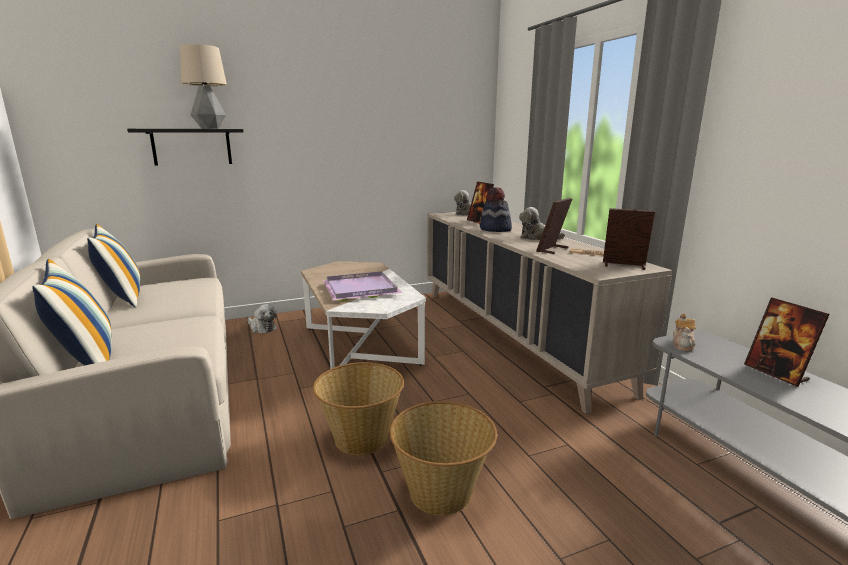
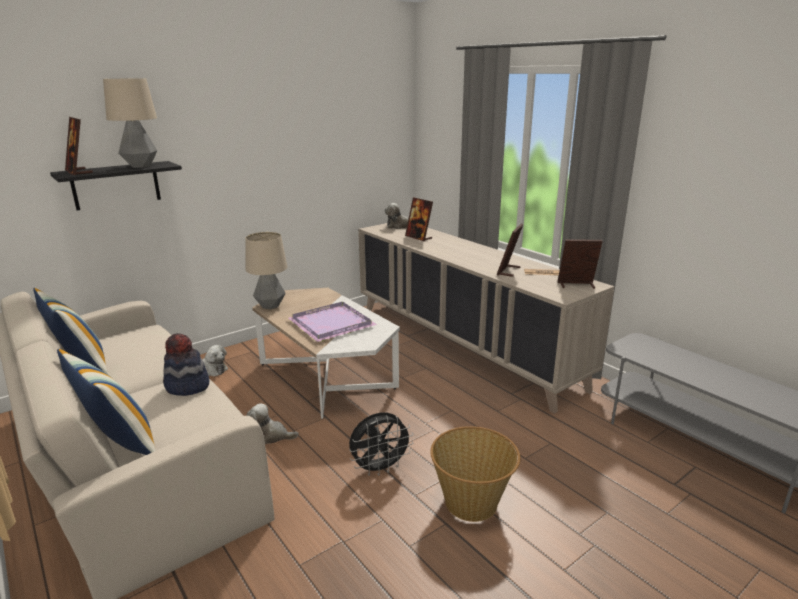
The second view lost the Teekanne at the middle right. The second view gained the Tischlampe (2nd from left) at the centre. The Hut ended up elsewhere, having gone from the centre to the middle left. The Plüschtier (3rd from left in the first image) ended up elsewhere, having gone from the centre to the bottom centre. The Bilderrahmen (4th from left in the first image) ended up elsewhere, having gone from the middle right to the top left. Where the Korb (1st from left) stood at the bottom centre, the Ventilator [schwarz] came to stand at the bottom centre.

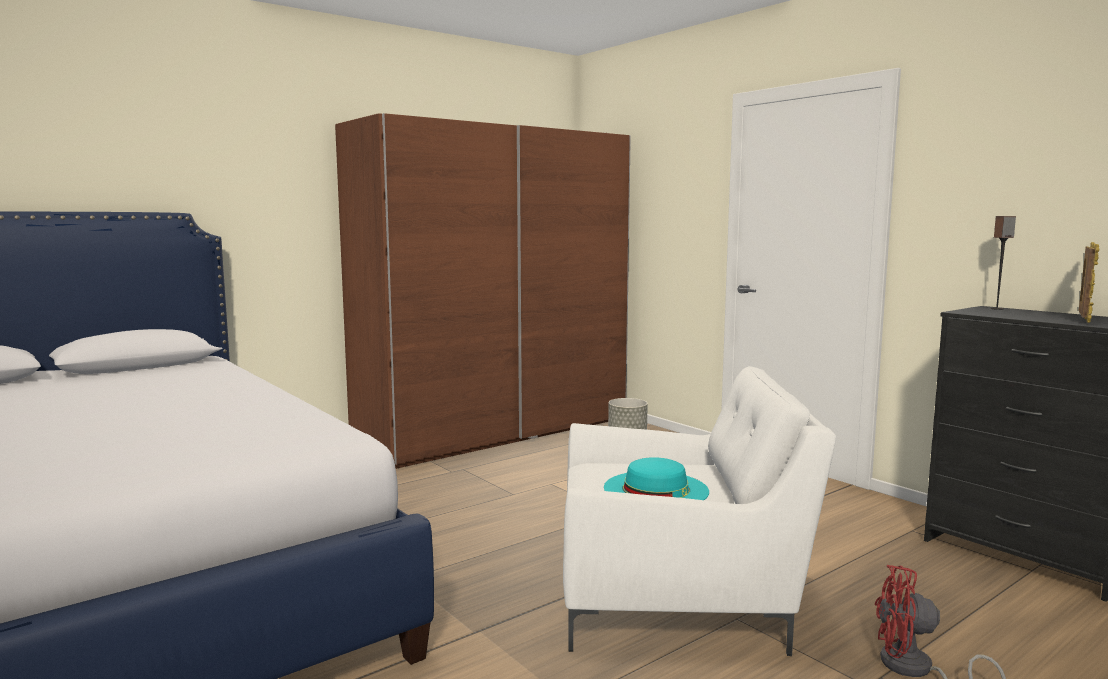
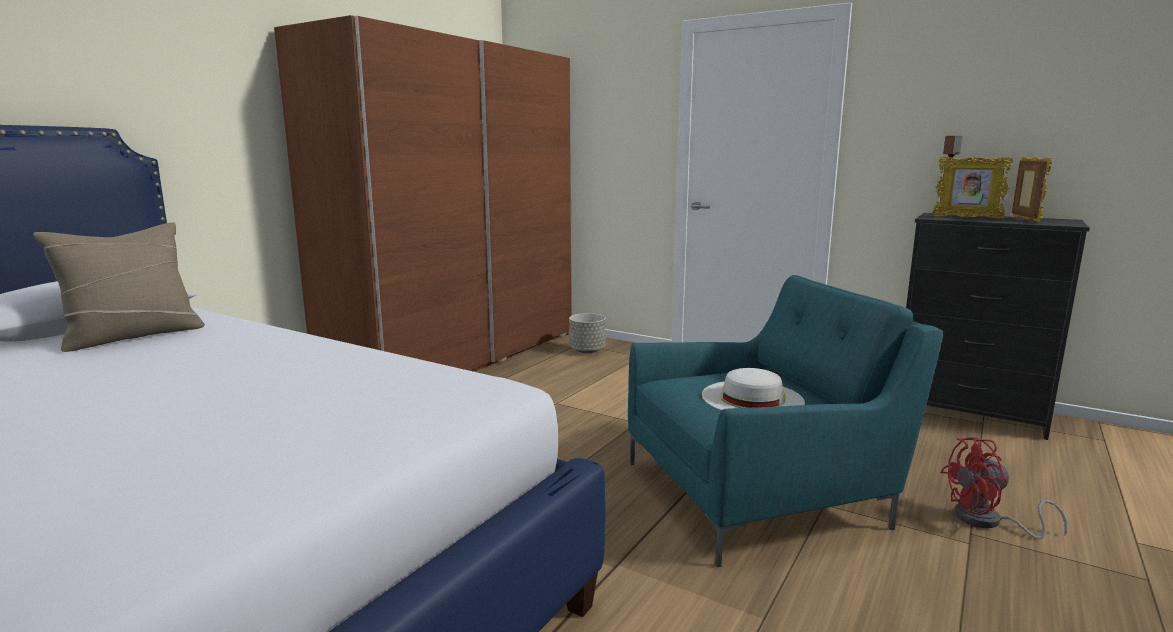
The second view gained the Kissen [beige] at the middle left. The second view gained the Bilderrahmen (1st from left) at the top right. What was the Sessel [weiß] at the bottom centre turned into the Sessel [türkis] at the middle right. What was the Hut [türkis] at the bottom centre turned into the Hut [weiß] at the centre.

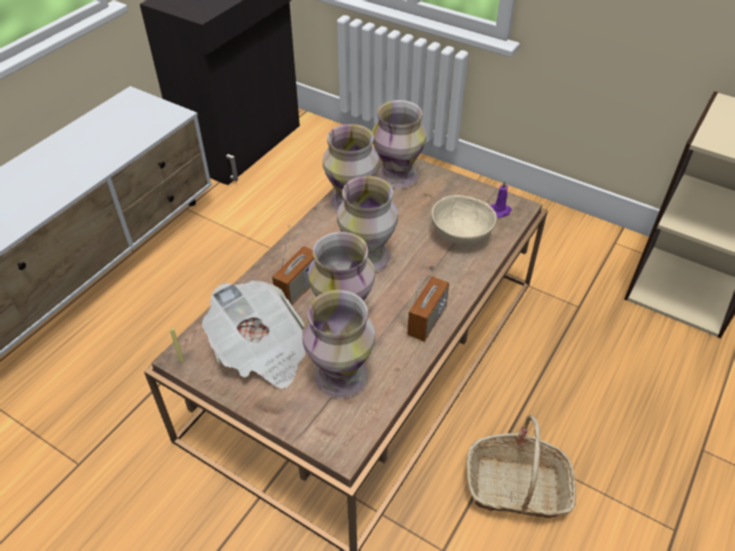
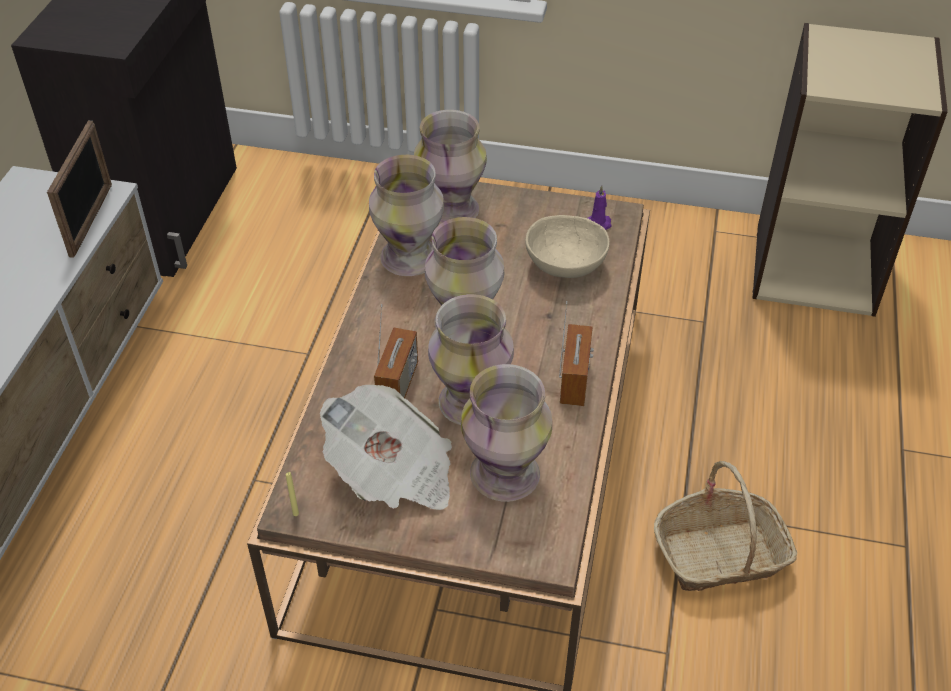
The second view gained the Bilderrahmen at the top left.

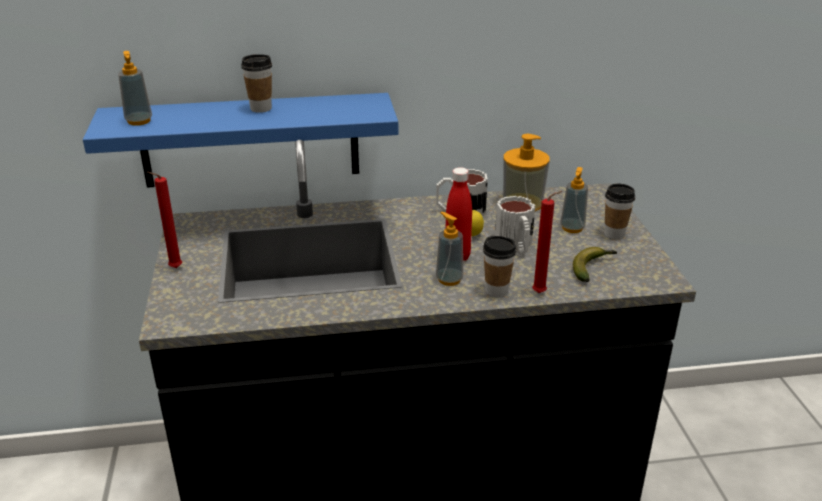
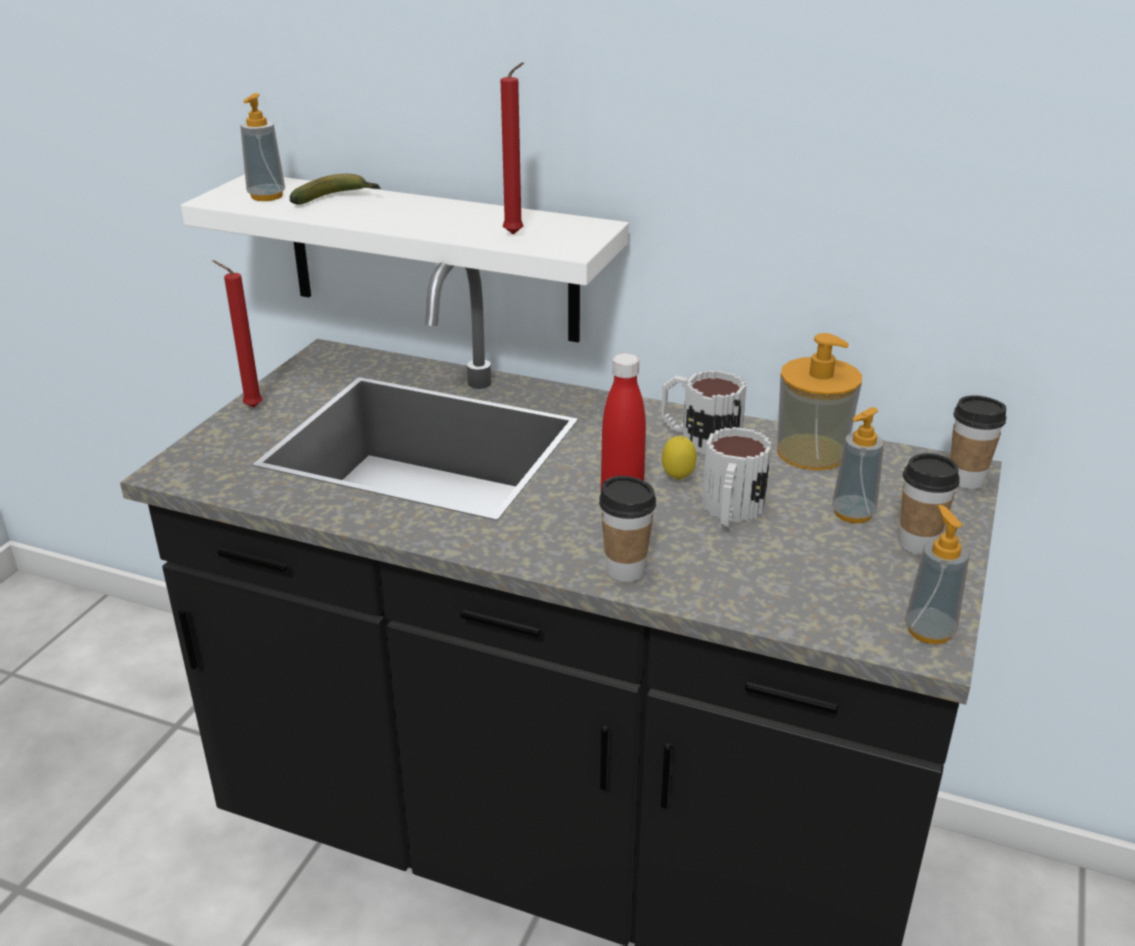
The Tasse (1st from left in the first image) ended up elsewhere, having gone from the top left to the middle right. The Seifenspender (2nd from left in the first image) ended up elsewhere, having gone from the centre to the middle right. The Kerze [rot] (2nd from left) ended up elsewhere, having gone from the centre to the top centre. The Banane ended up elsewhere, having gone from the middle right to the top left. What was the Wandregal [blau] at the top left turned into the Wandregal [weiß] at the top centre.

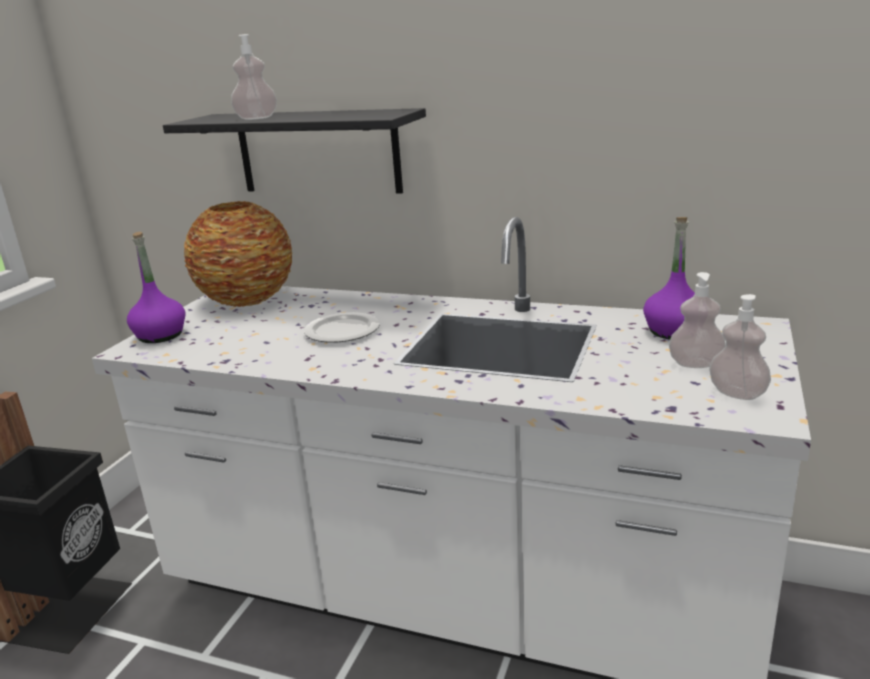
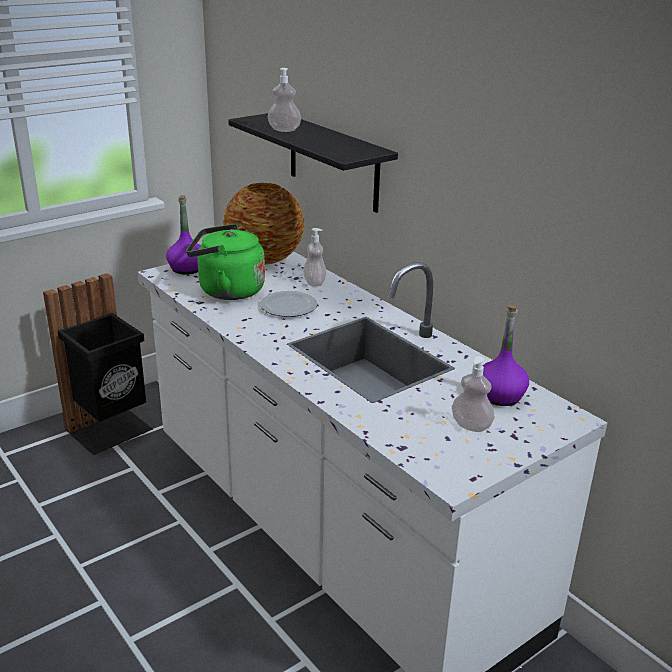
The second view gained the Wasserkessel [grün] at the centre. The Seifenspender (3rd from left in the first image) ended up elsewhere, having gone from the middle right to the centre.

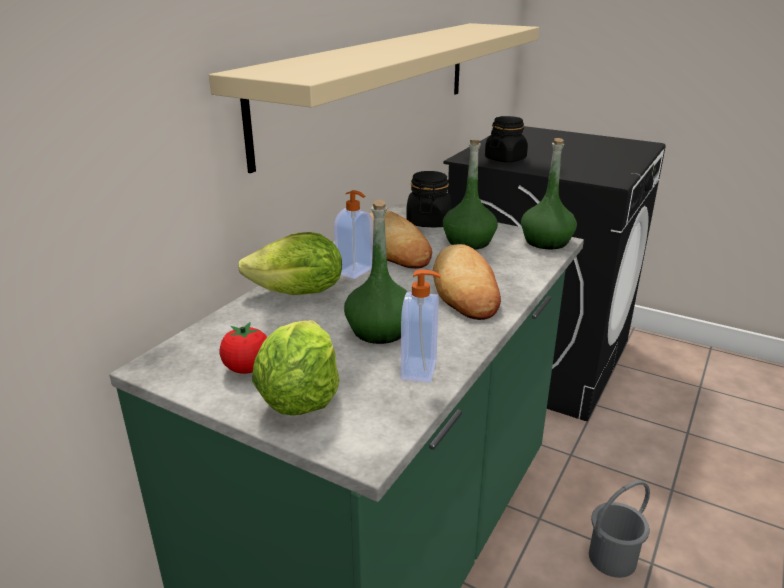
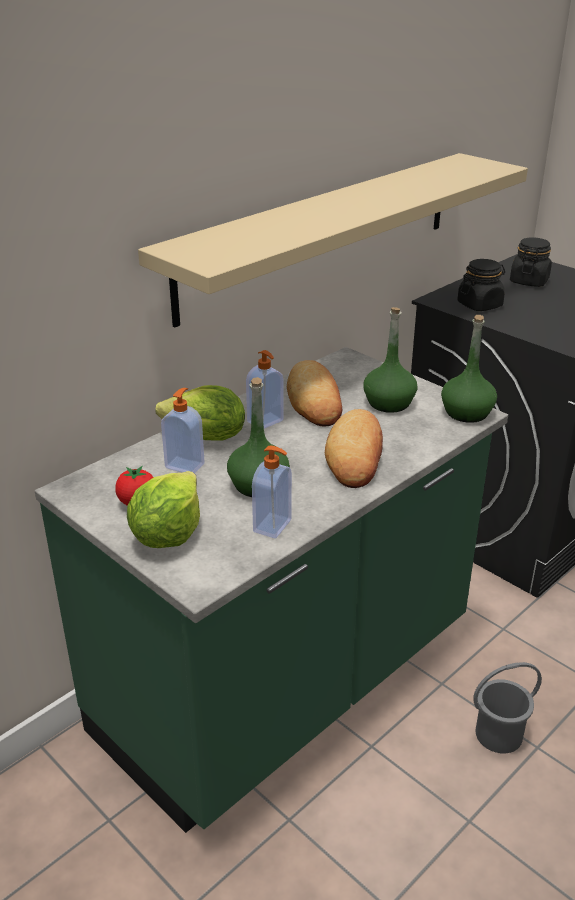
The second view gained the Seifenspender (1st from left) at the middle left. The Vorratsglas [schwarz] (1st from left in the first image) ended up elsewhere, having gone from the centre to the top right.

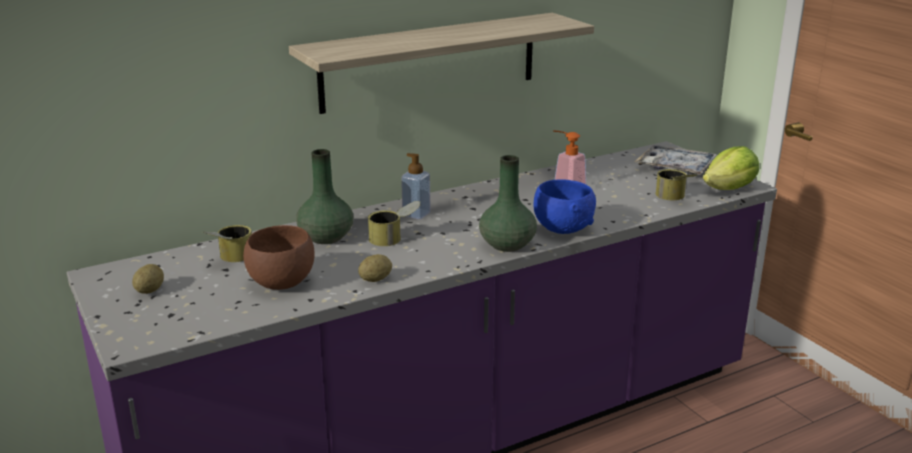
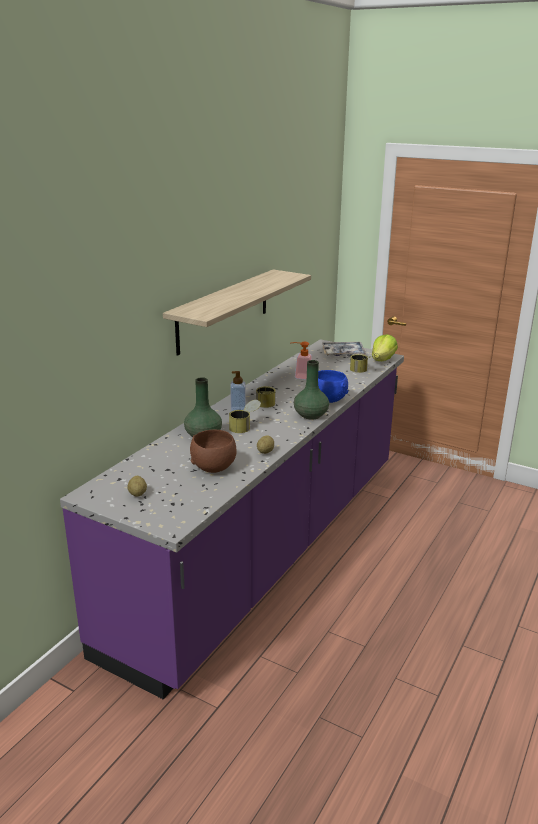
The Dose (1st from left in the first image) ended up elsewhere, having gone from the middle left to the centre.

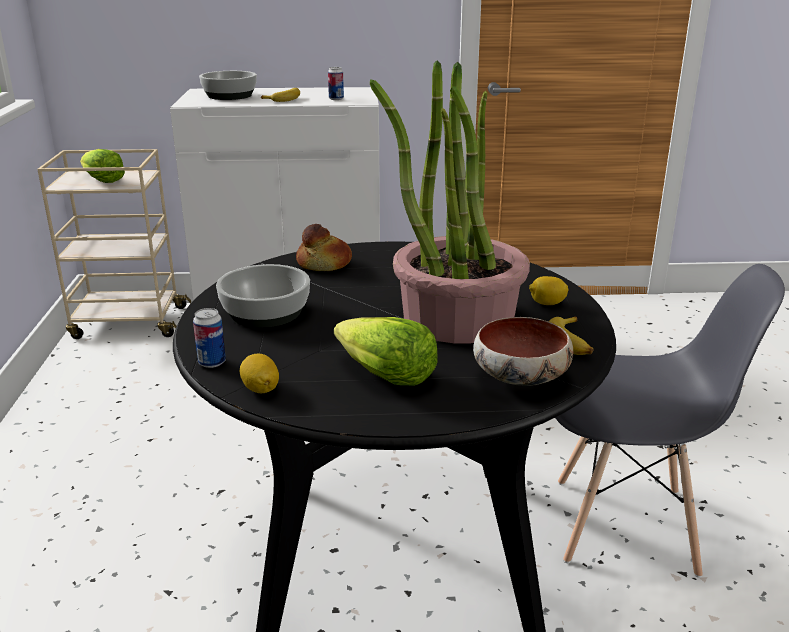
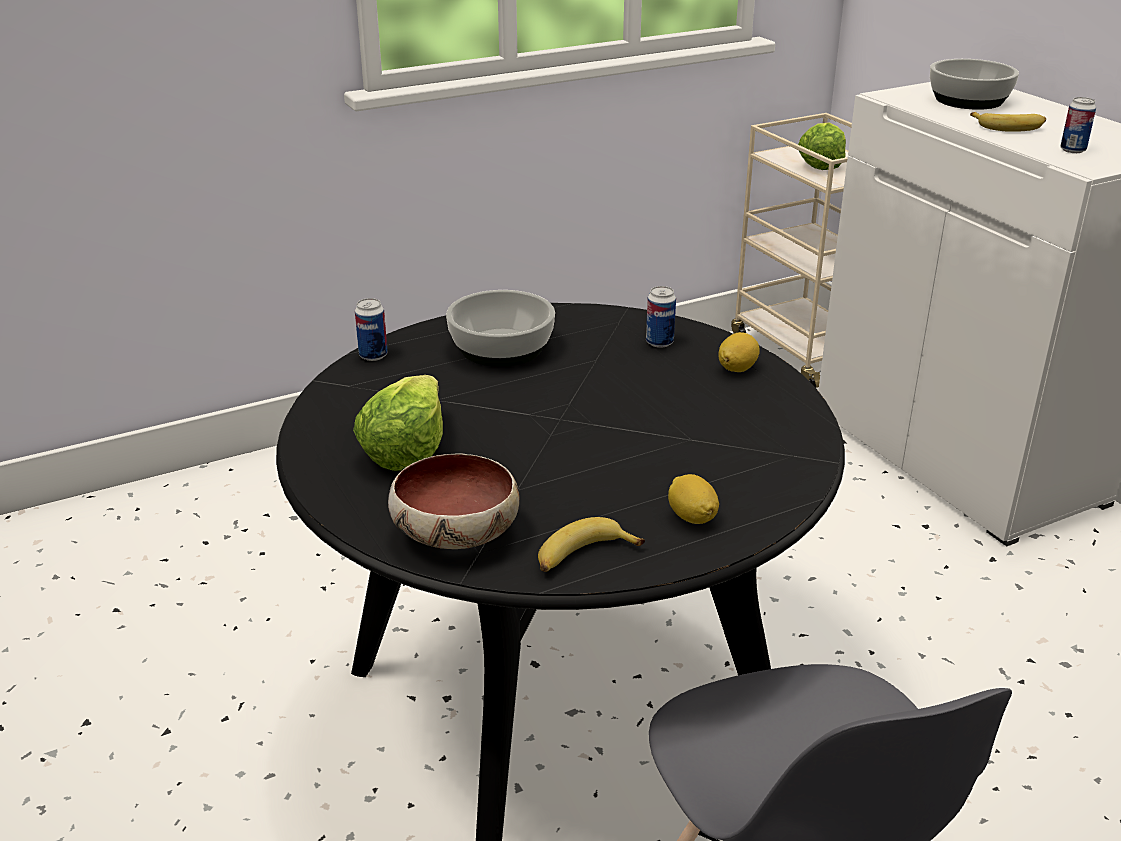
The second view lost the Topfpflanze at the top centre. The Zitrone (1st from left in the first image) ended up elsewhere, having gone from the middle left to the centre. Where the Brot stood at the centre, the Dose (2nd from left) came to stand at the centre.

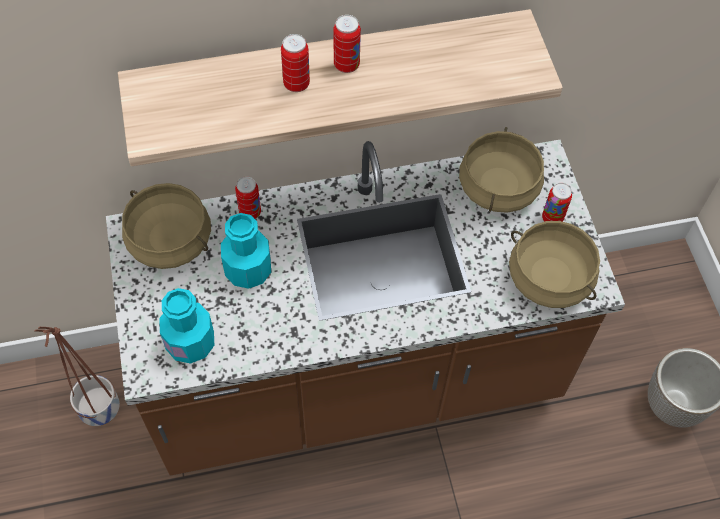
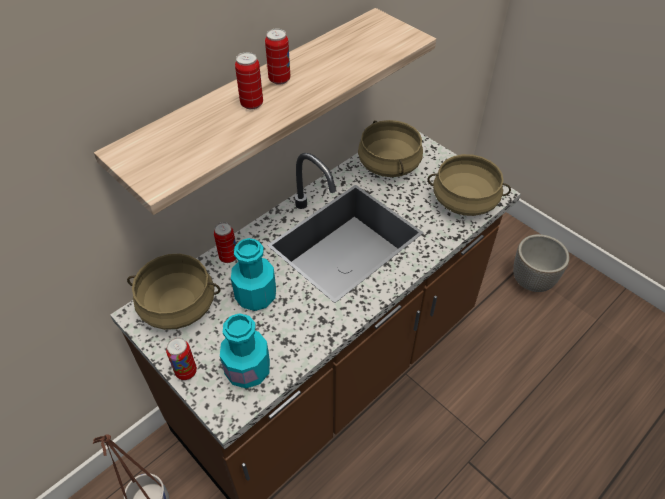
The Dose (4th from left in the first image) ended up elsewhere, having gone from the middle right to the bottom left.

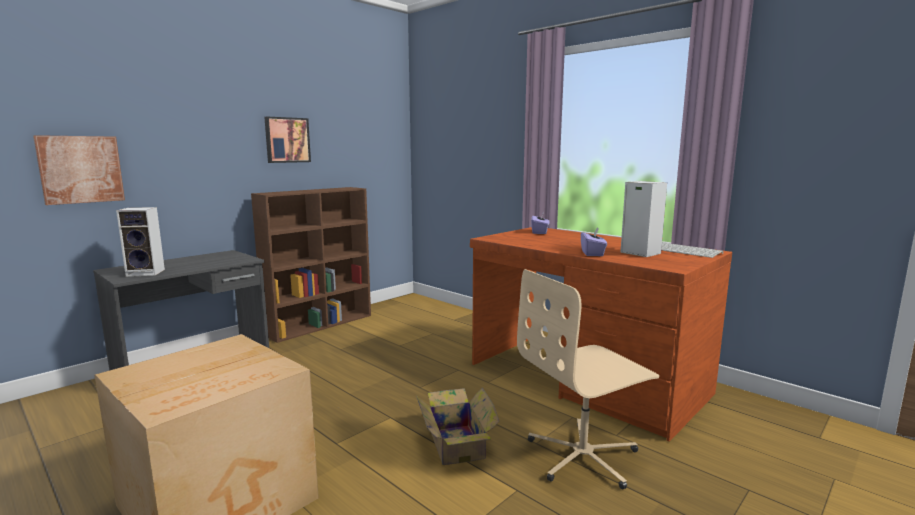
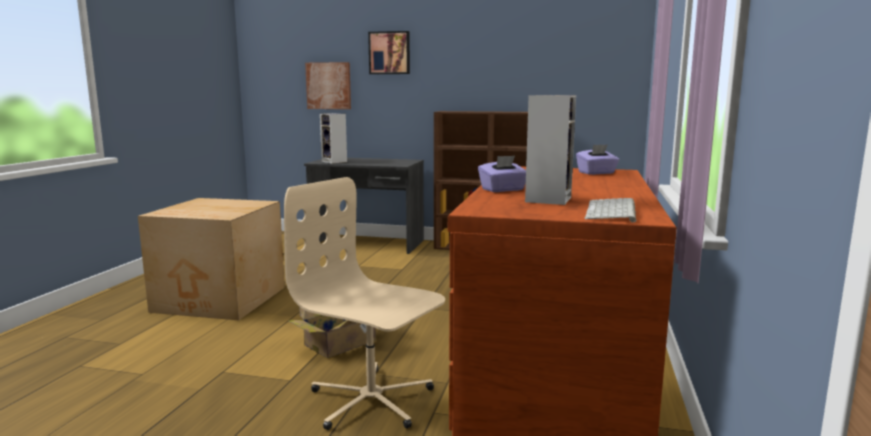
The Bild (2nd from left) ended up elsewhere, having gone from the top left to the top centre.

